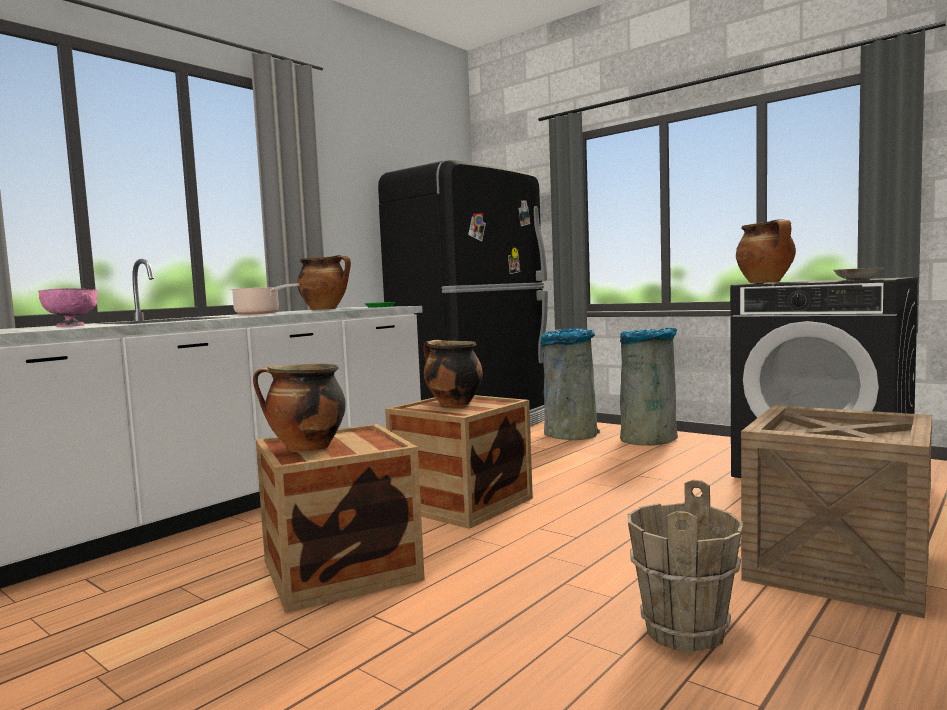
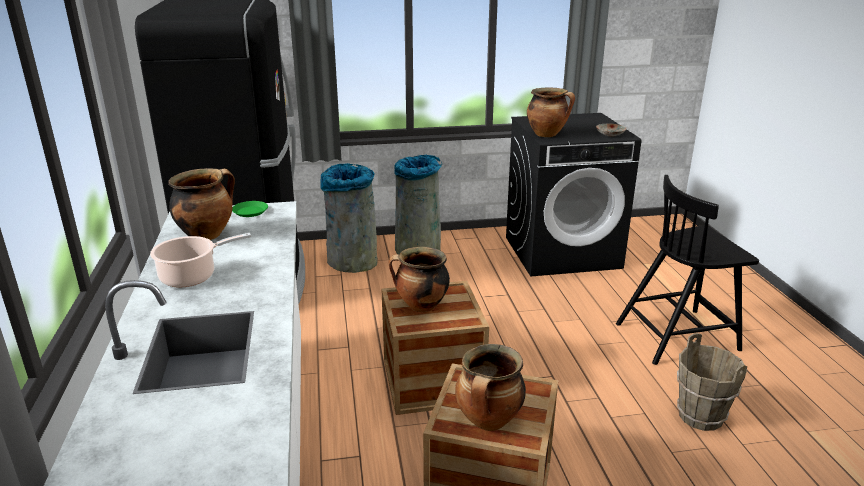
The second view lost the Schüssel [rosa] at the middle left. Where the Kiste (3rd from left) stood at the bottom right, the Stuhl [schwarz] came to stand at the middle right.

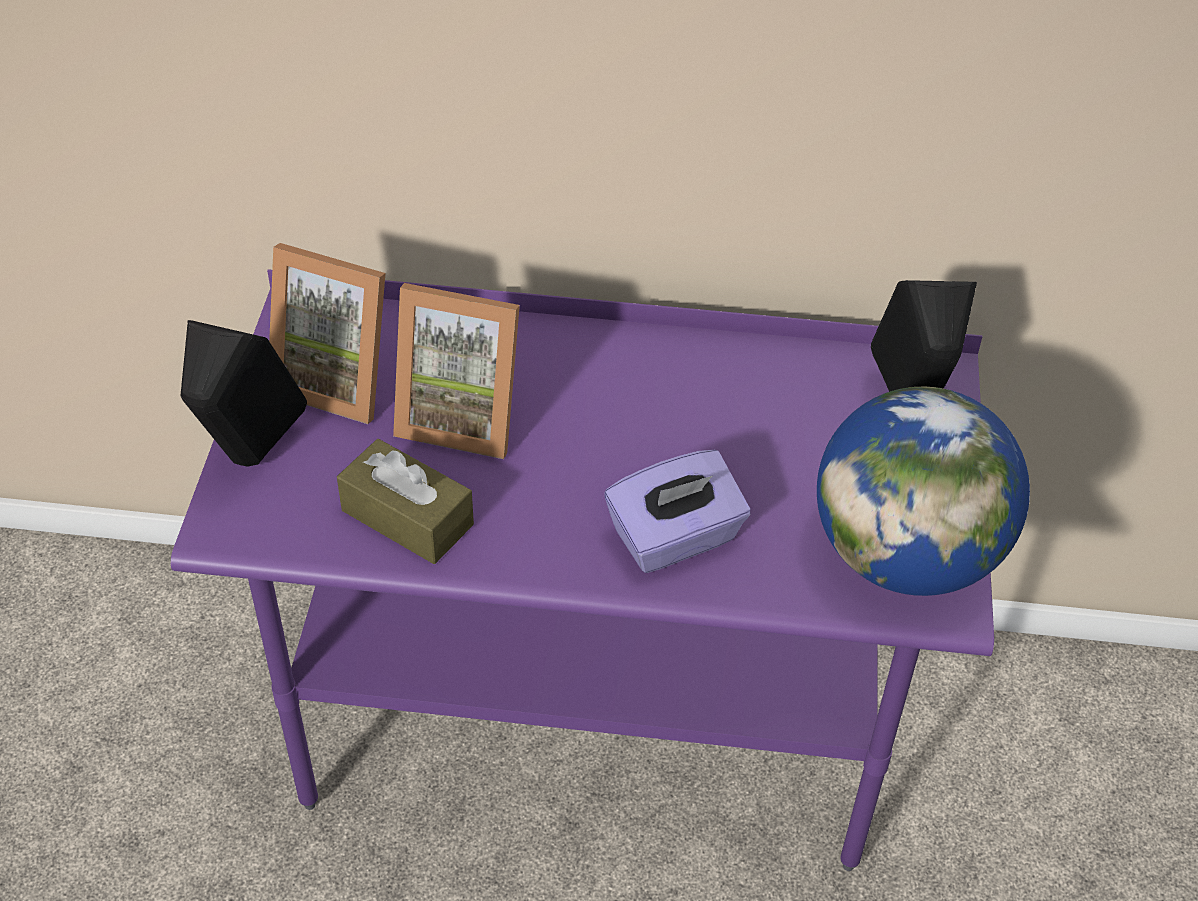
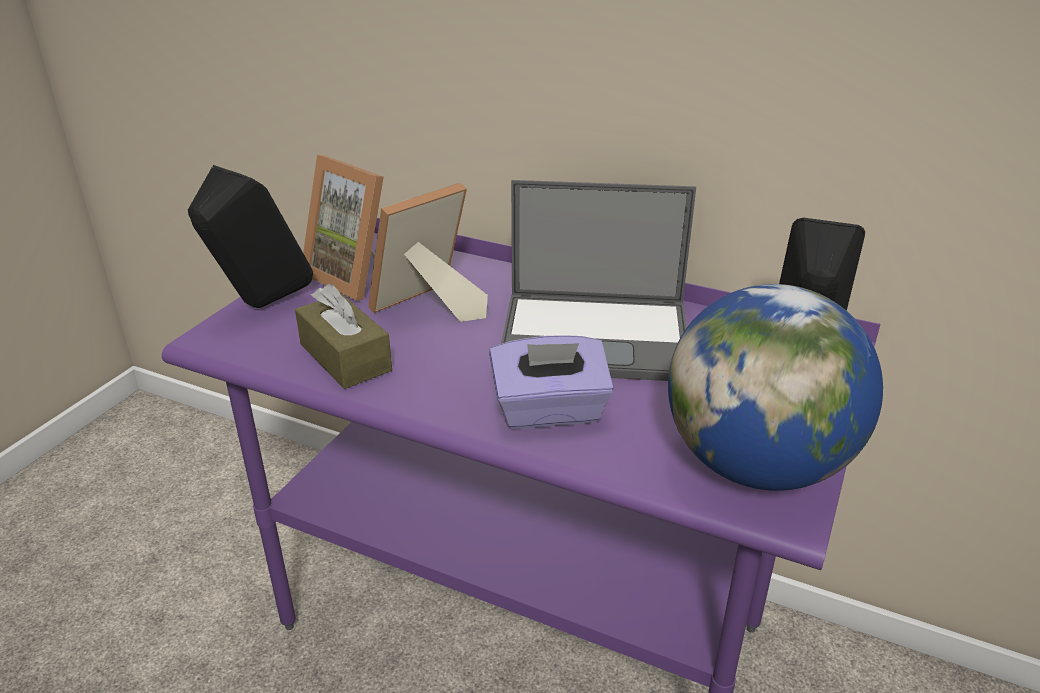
The second view gained the Laptop at the centre. The Bilderrahmen (2nd from left) at the centre ended up facing another way, 105 degrees clockwise from before.

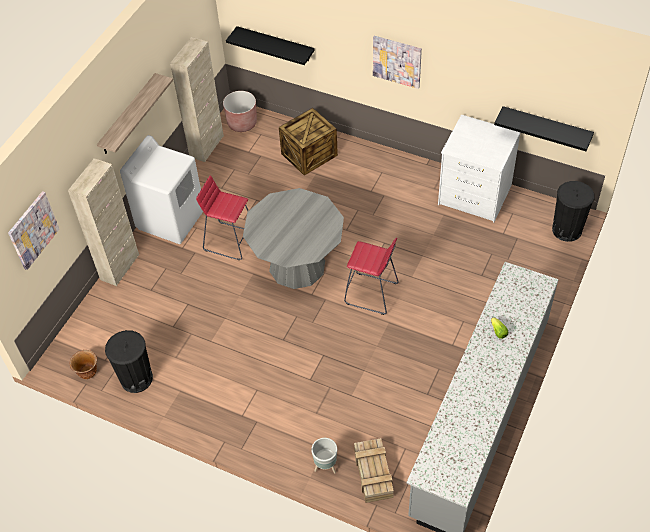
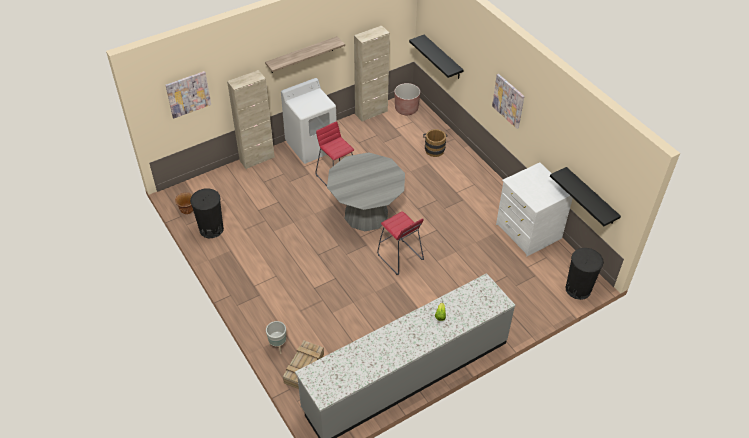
Where the Kiste (1st from left) stood at the top centre, the Eimer [braun] came to stand at the top centre.

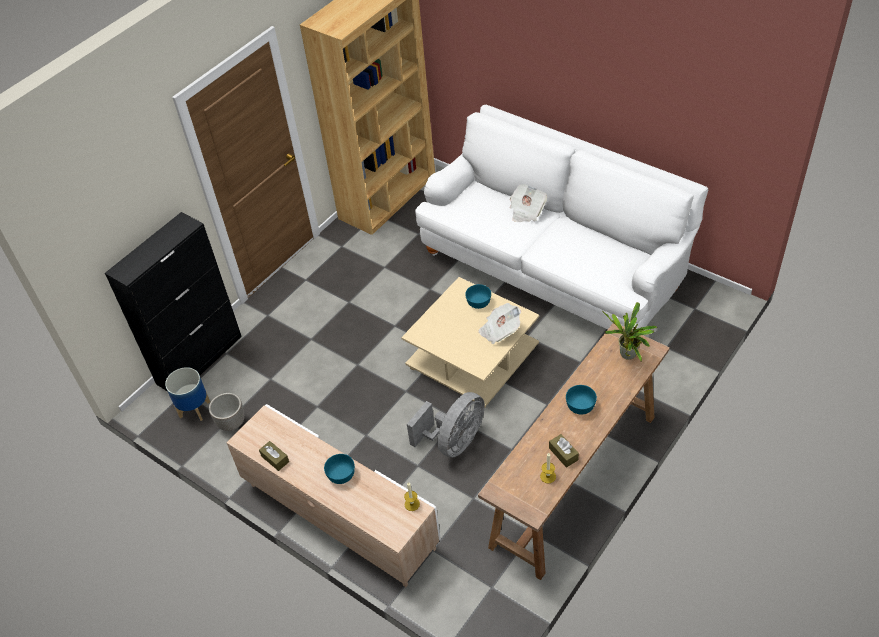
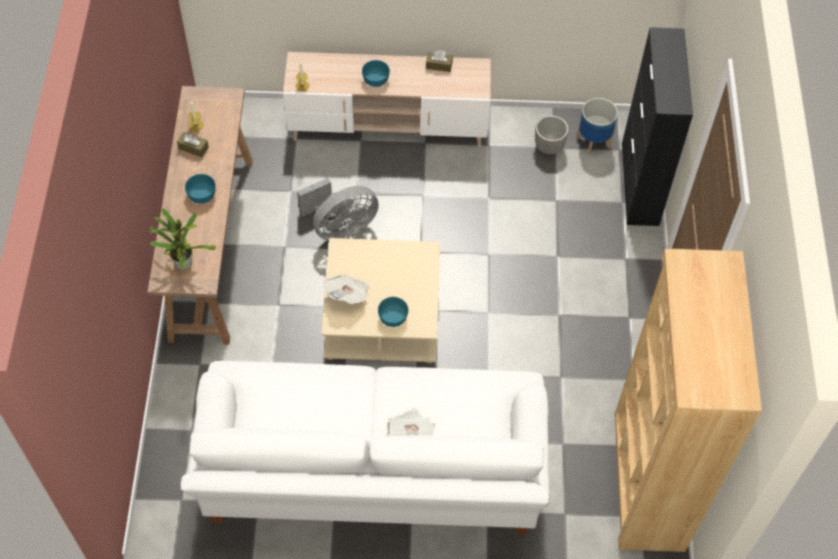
The Ventilator [grau] at the centre ended up facing another way, 120 degrees counterclockwise from before.

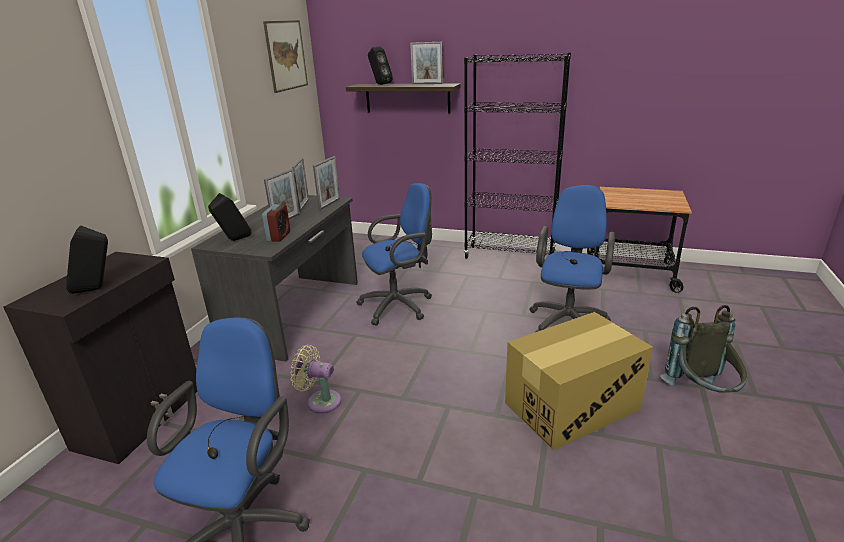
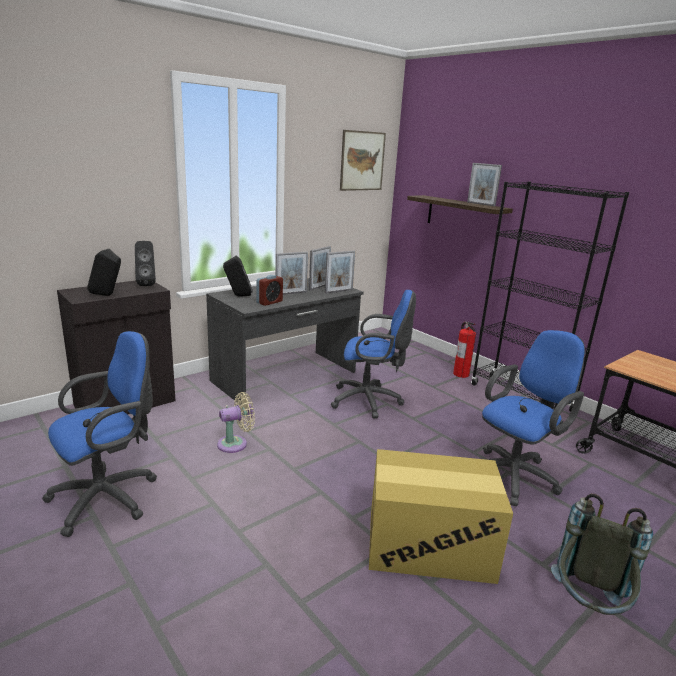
The second view gained the Feuerlöscher at the middle right. The Lautsprecher [schwarz] (3rd from left in the first image) ended up elsewhere, having gone from the top centre to the middle left. The Ventilator [beige] at the bottom centre ended up facing another way, 105 degrees clockwise from before.

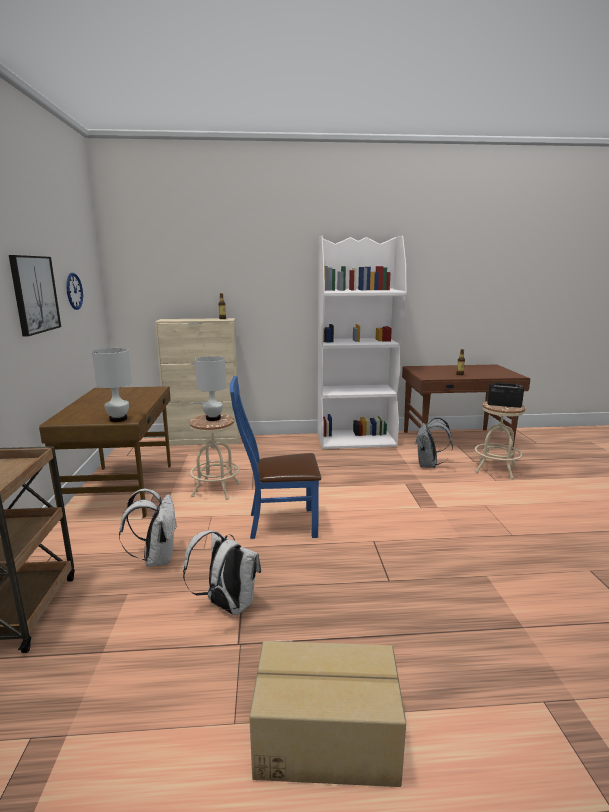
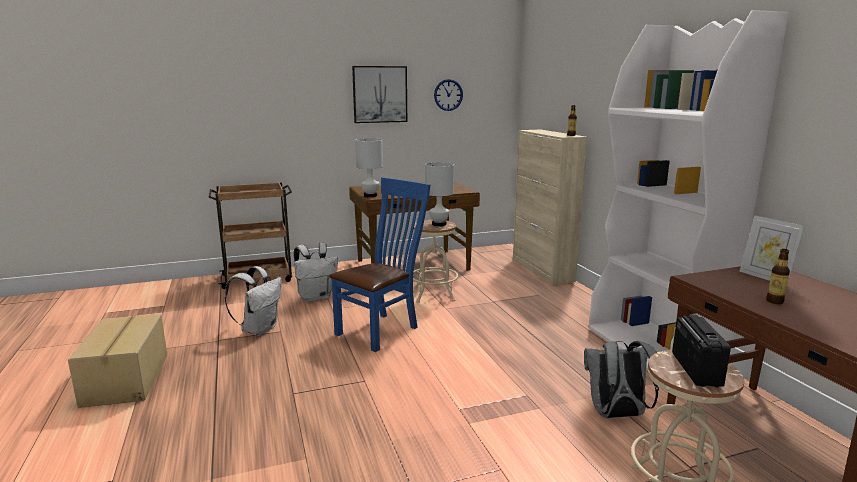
The second view gained the Bilderrahmen at the middle right. The Stuhl [blau] at the centre ended up facing another way, 60 degrees clockwise from before.

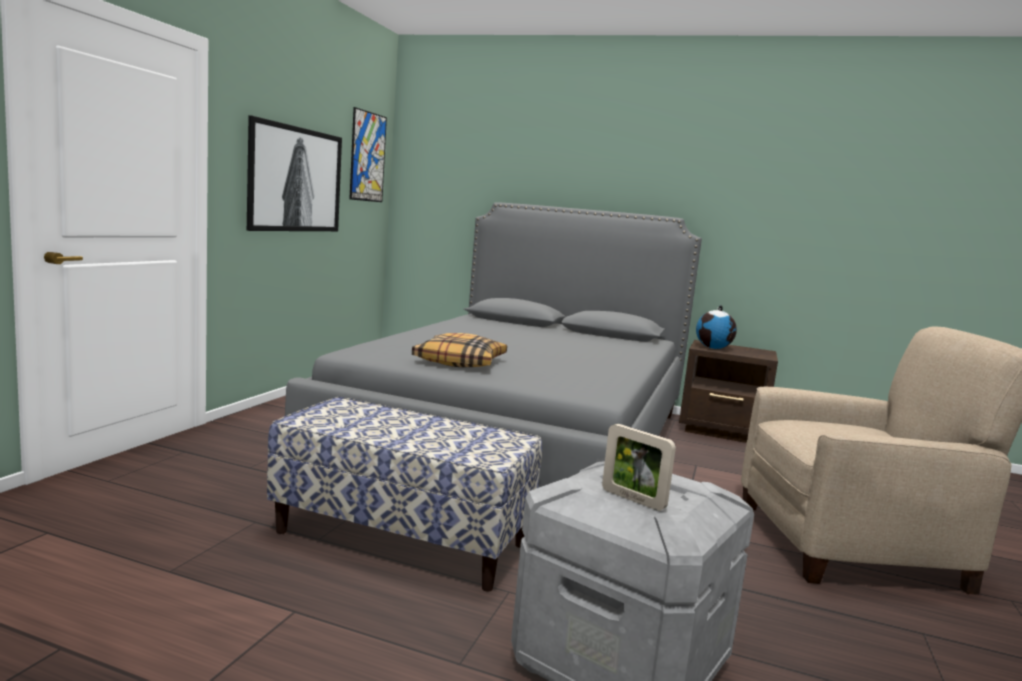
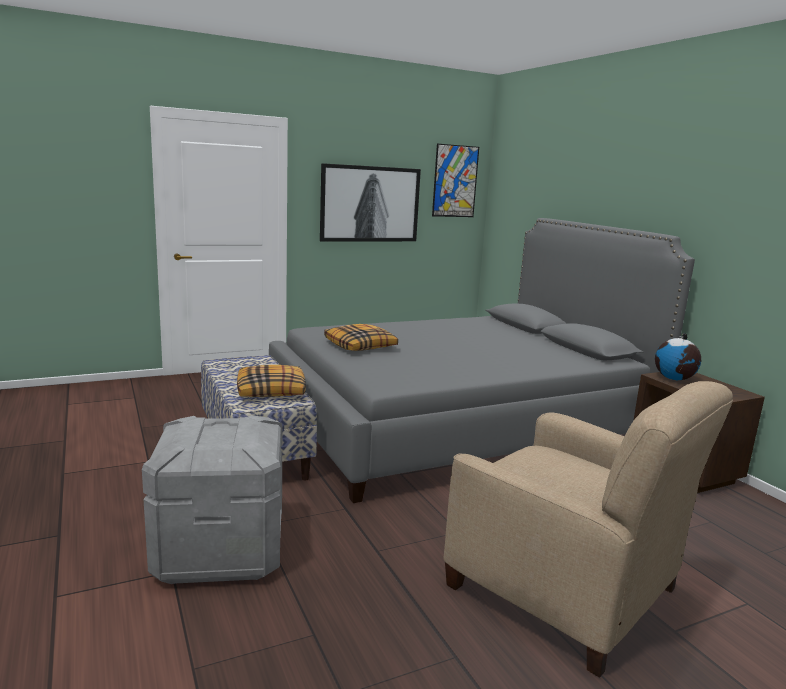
The second view lost the Bilderrahmen at the bottom centre. The second view gained the Kissen (1st from left) at the centre.

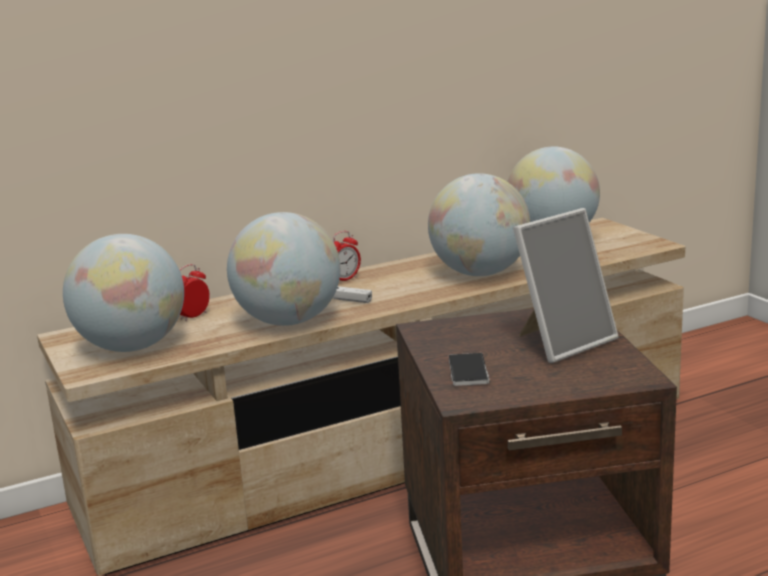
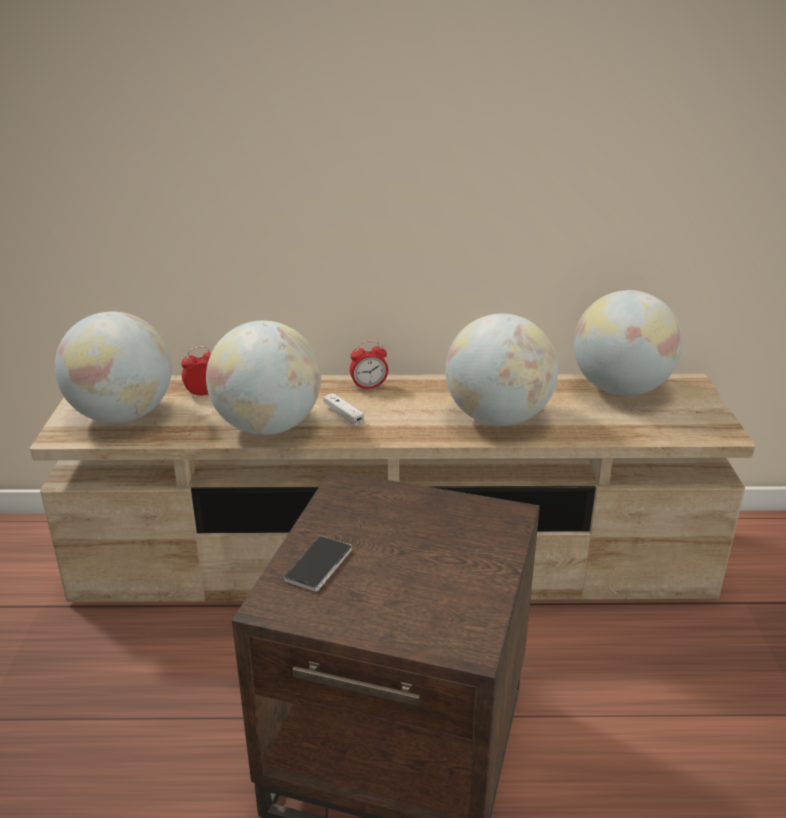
The second view lost the Bilderrahmen at the middle right.

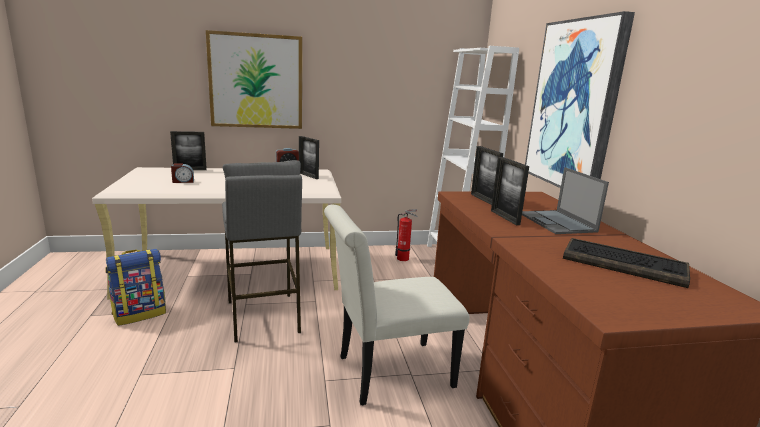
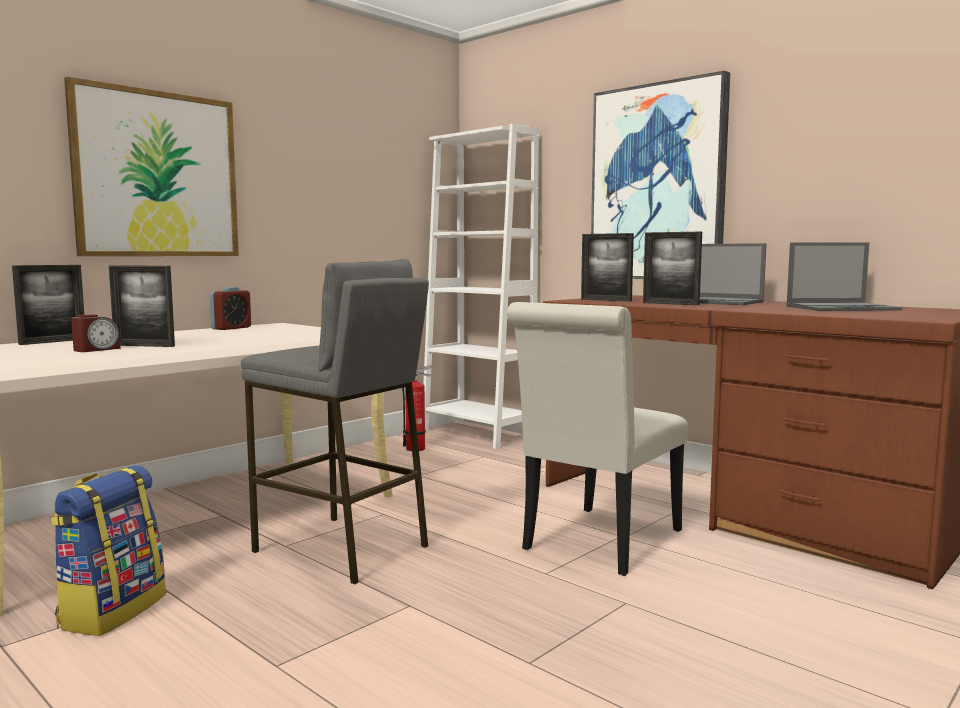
The Bilderrahmen (2nd from left) ended up elsewhere, having gone from the centre to the middle left. Where the Tastatur stood at the middle right, the Laptop (2nd from left) came to stand at the middle right.

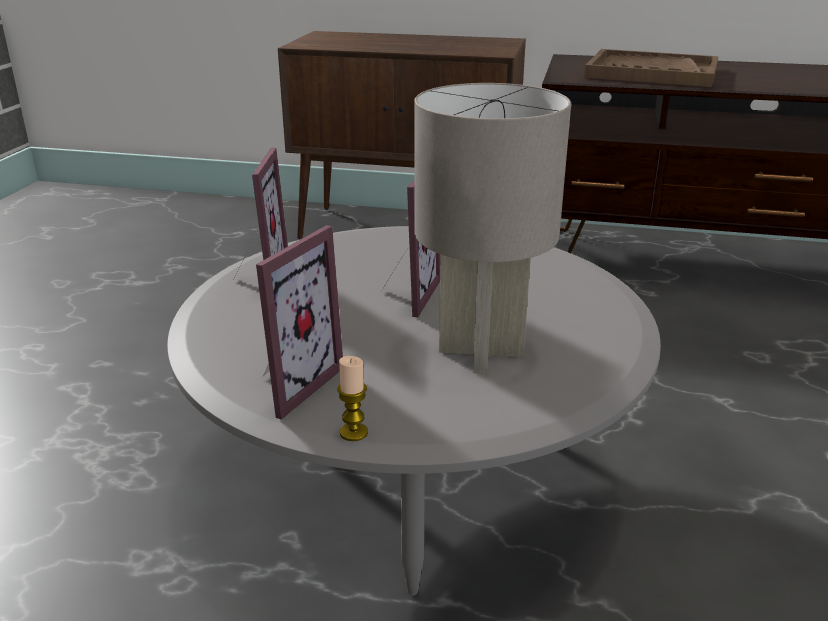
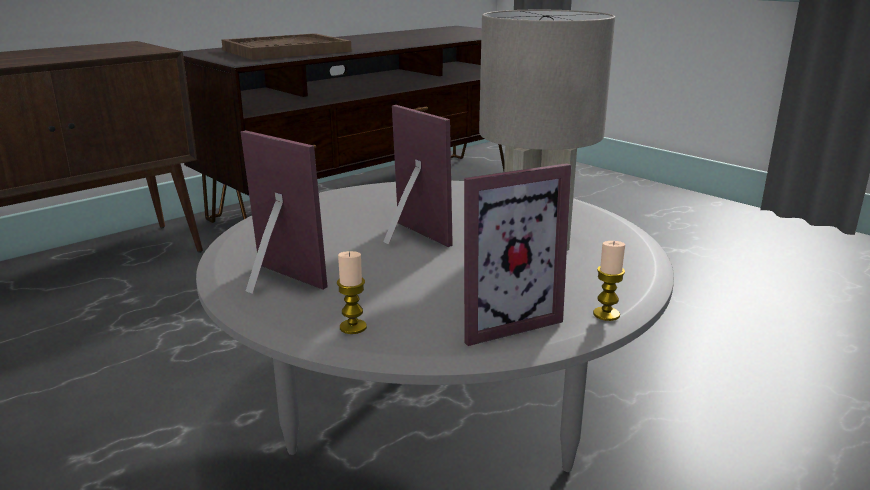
The second view gained the Kerze (1st from left) at the centre. The Bilderrahmen (2nd from left in the first image) at the centre ended up facing another way, 90 degrees clockwise from before.

